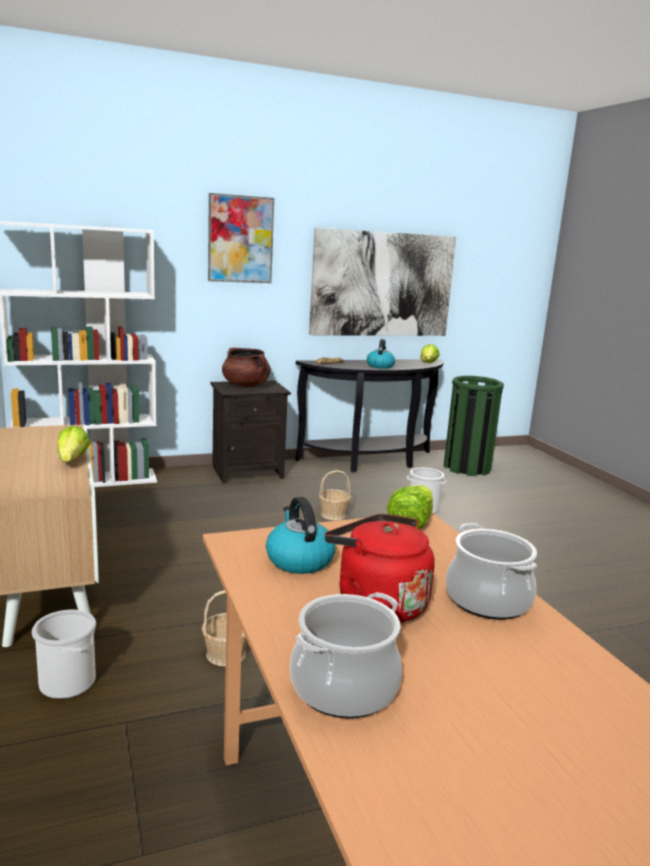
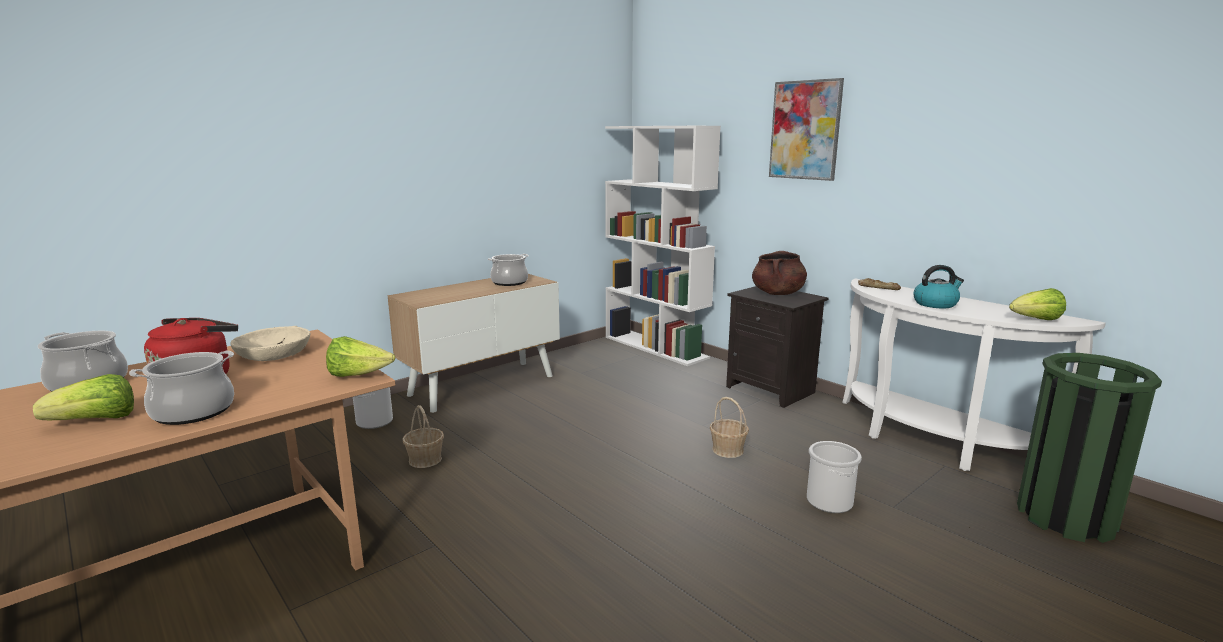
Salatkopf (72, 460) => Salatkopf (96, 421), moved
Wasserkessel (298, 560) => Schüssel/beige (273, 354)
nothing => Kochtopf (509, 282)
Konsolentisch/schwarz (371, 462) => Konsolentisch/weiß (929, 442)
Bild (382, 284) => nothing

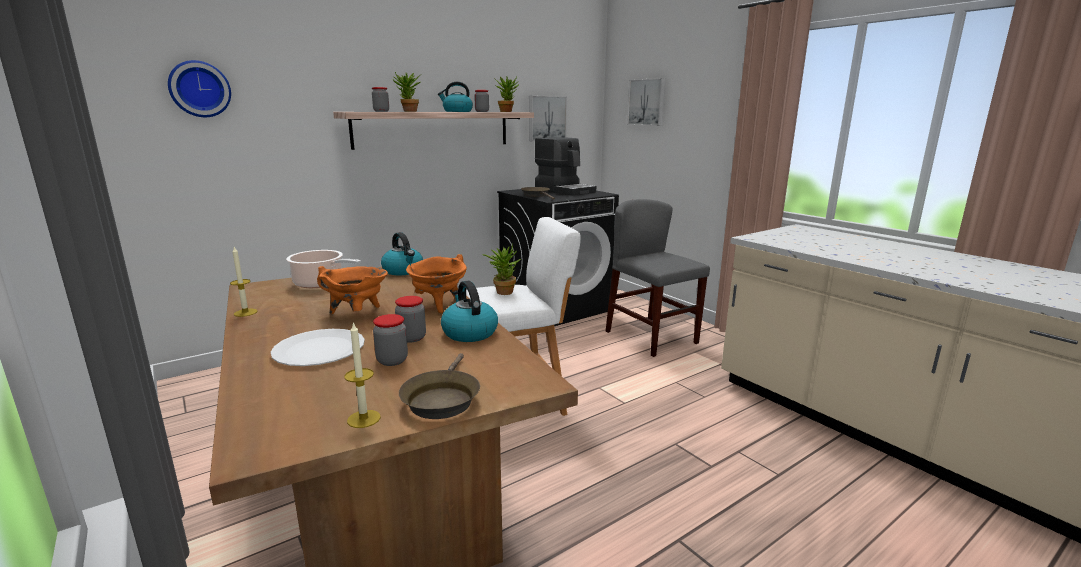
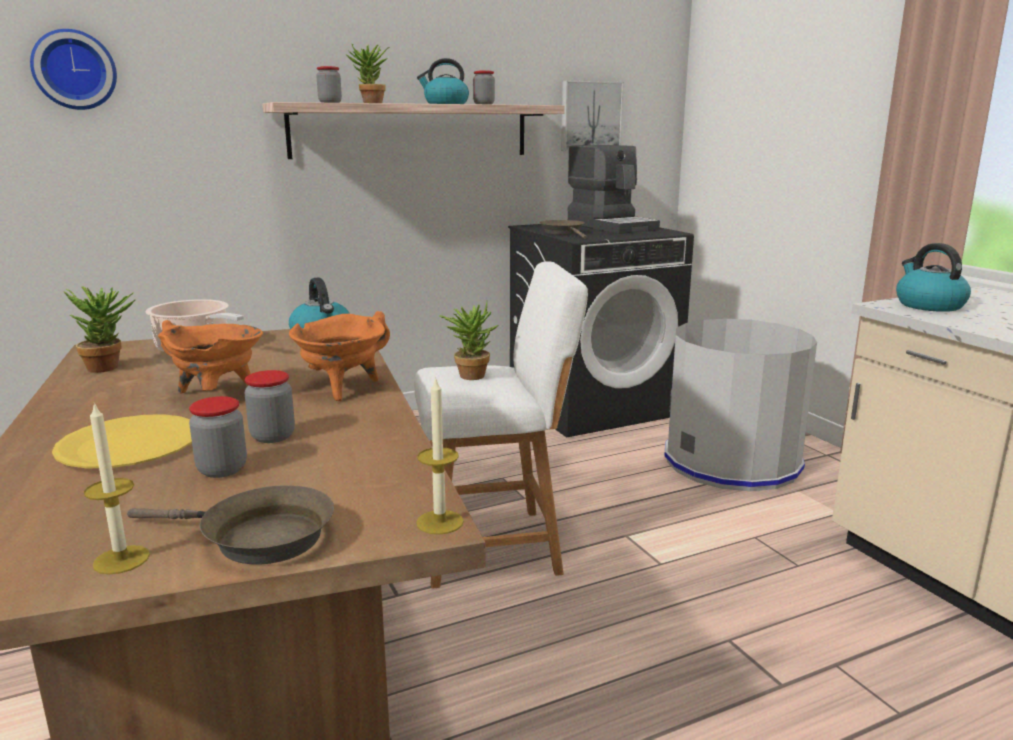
Teller/weiß (319, 350) => Teller/gelb (129, 445)
Topfpflanze (507, 112) => Topfpflanze (109, 367), moved
Pfanne/braun (442, 399) => Pfanne/braun (258, 538), 90 degrees counterclockwise
Kerze (245, 312) => Kerze (439, 522), moved
Stuhl/grau (651, 337) => Mülleimer/grau (731, 461)
Wasserkessel (469, 332) => Wasserkessel (928, 305), moved
Bild (647, 102) => nothing

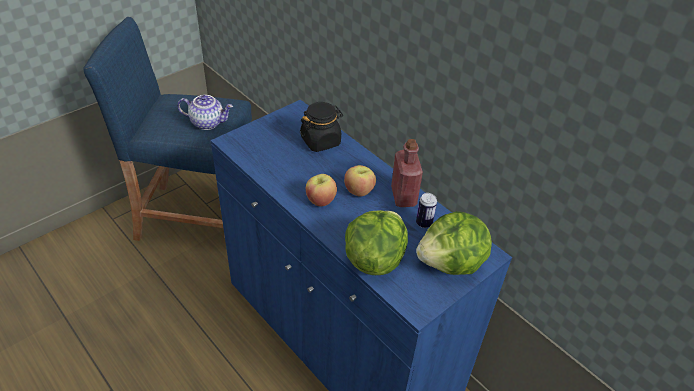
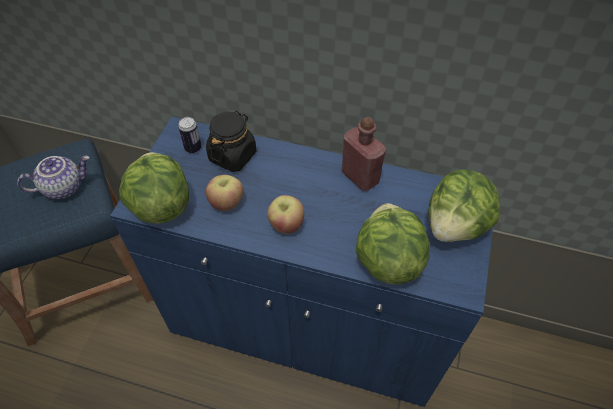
nothing => Salatkopf (161, 205)
Dose (424, 223) => Dose (193, 148), moved
Apfel (359, 190) => Apfel (226, 202), moved

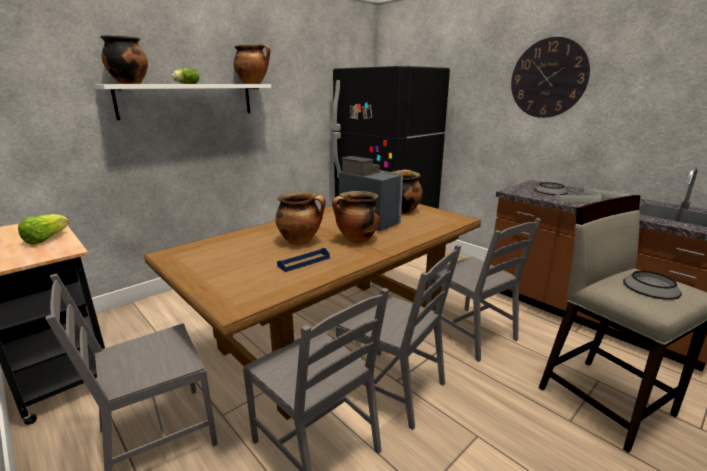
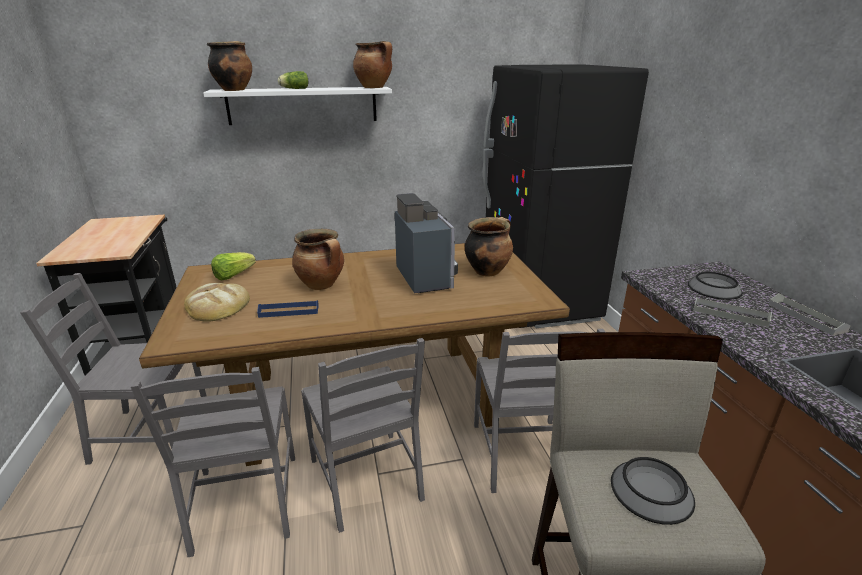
nothing => Brot (217, 305)
Salatkopf (46, 239) => Salatkopf (233, 275), moved
Kochtopf (357, 240) => nothing
Wanduhr (548, 78) => nothing

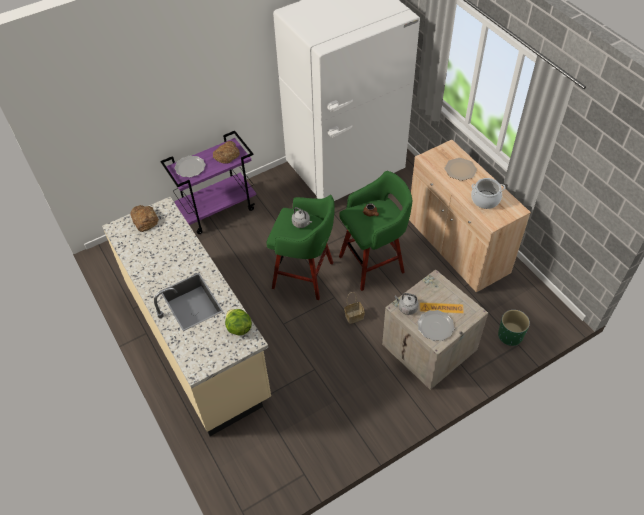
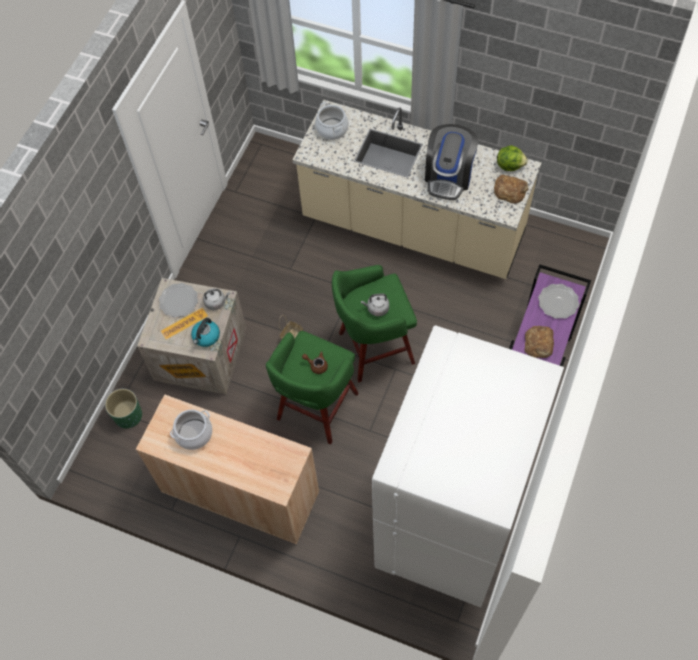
nothing => Wasserkessel (206, 337)
nothing => Kochtopf (332, 129)
nothing => Kaffeemaschine (449, 176)
Salatkopf (238, 328) => Salatkopf (509, 165), moved
Teller (460, 169) => nothing

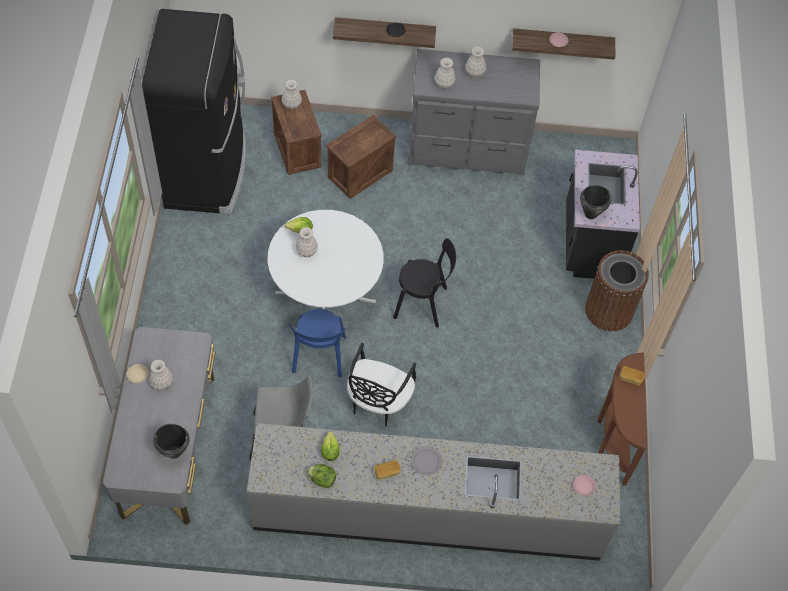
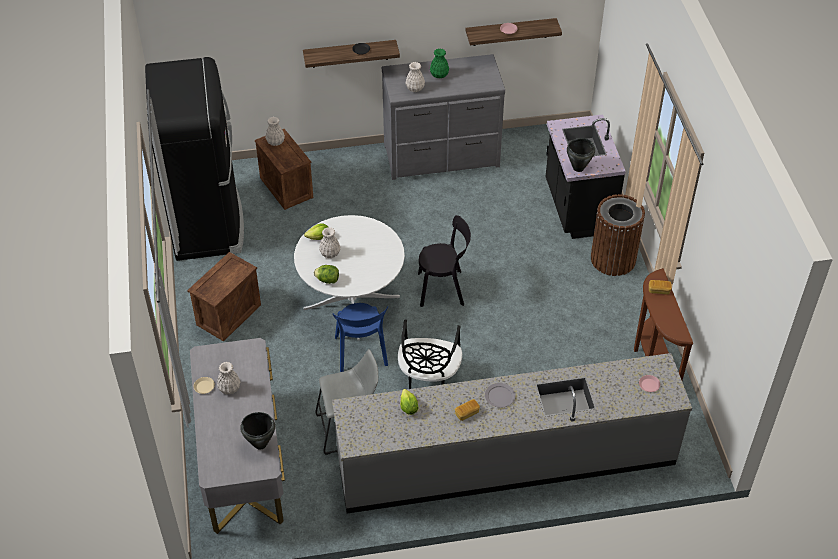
Kiste (360, 173) => Kiste (228, 314), moved
Salatkopf (322, 479) => Salatkopf (327, 280), moved
Vase/weiß (475, 72) => Vase/grün (439, 75)

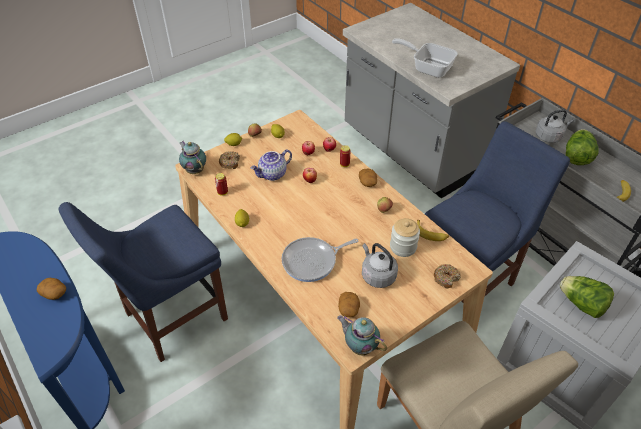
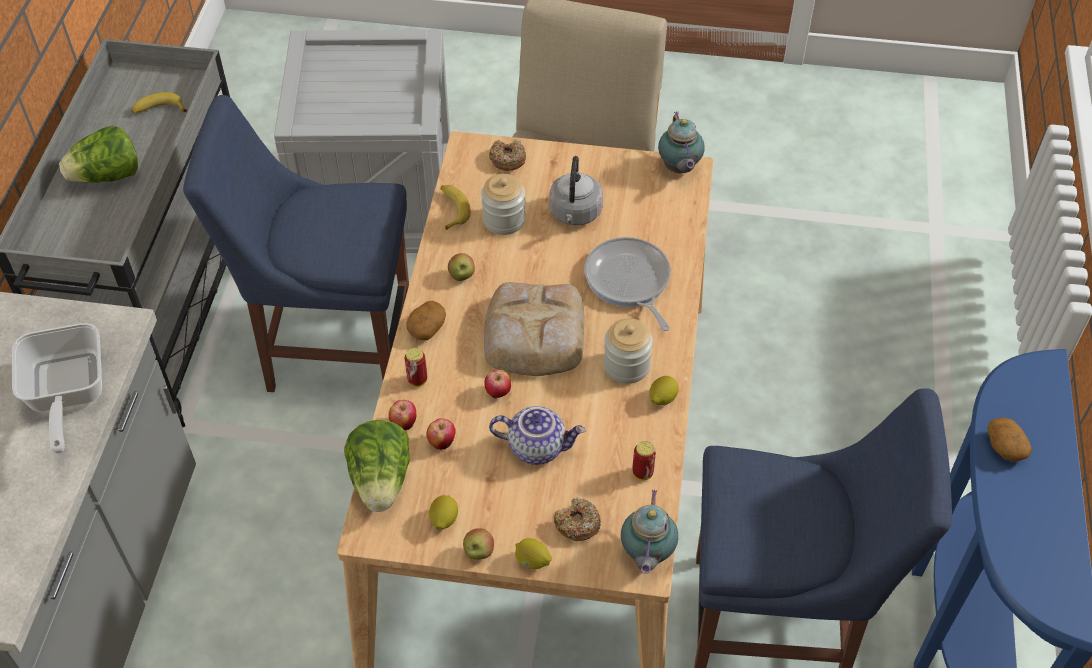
Salatkopf (581, 304) => Salatkopf (381, 481), moved
nothing => Brot (533, 335)
Pfanne (312, 261) => Pfanne (629, 281), 135 degrees counterclockwise
nothing => Vorratsglas (626, 366)
Kartoffel (348, 309) => nothing
Wasserkessel/grau (549, 136) => nothing

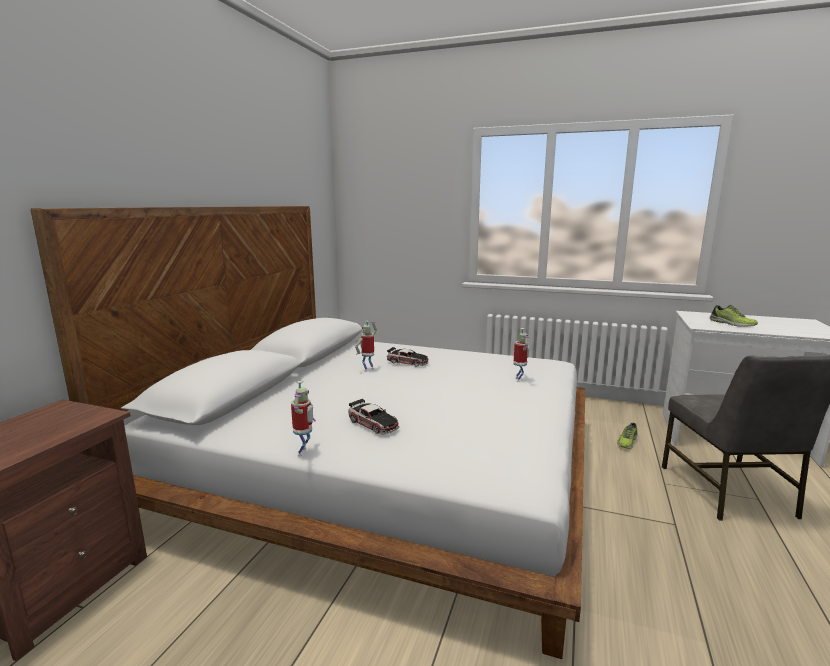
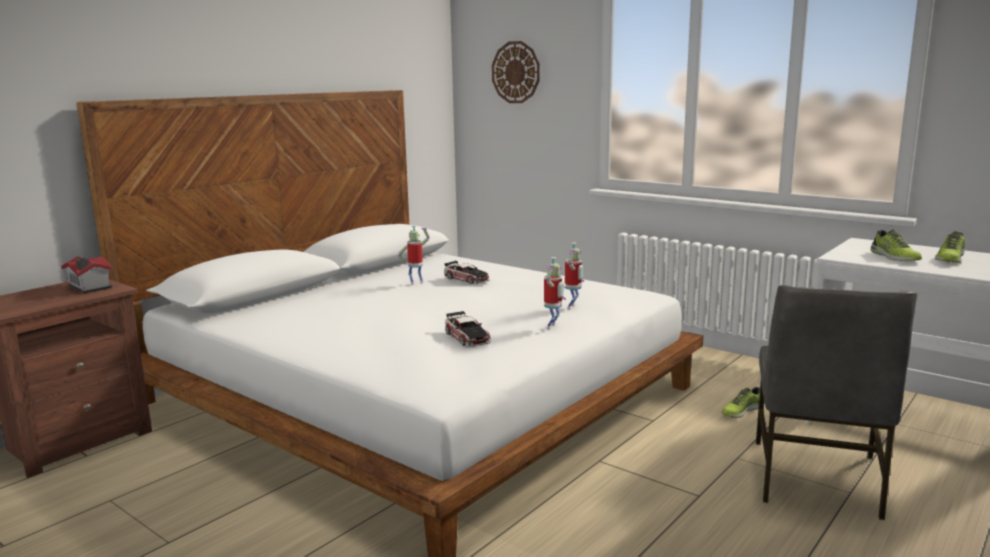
nothing => Spielzeughaus (89, 287)
Spielzeugauto (373, 423) => Spielzeugauto (467, 337), moved
nothing => Wanduhr (516, 72)
Spielzeugroboter (304, 452) => Spielzeugroboter (553, 327), moved
nothing => Schuh (949, 258)

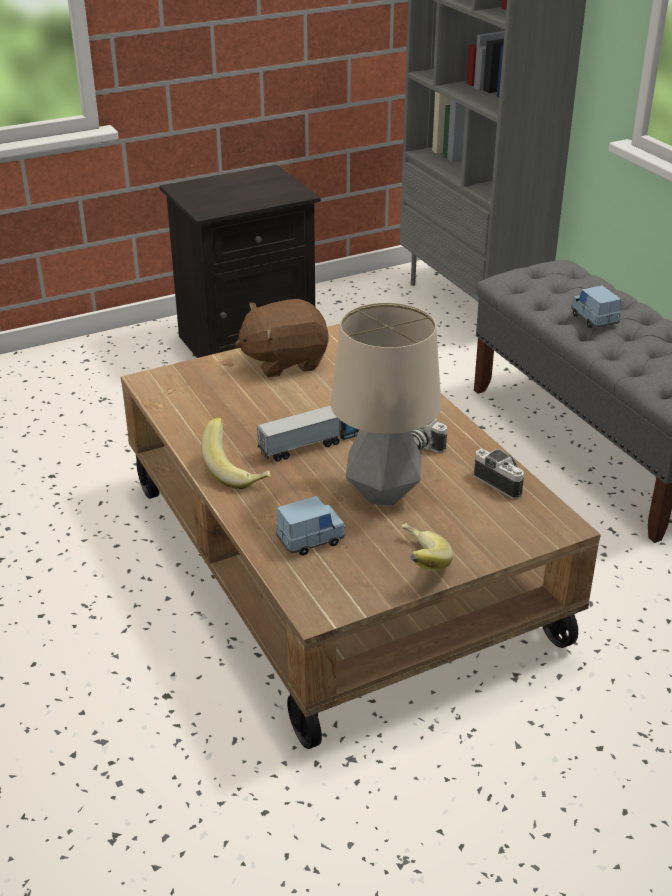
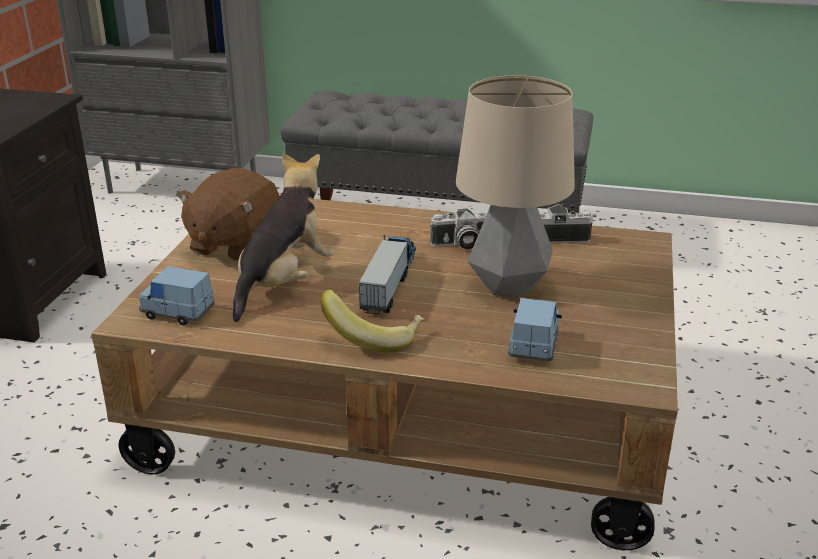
Spielzeugauto/blau (594, 319) => Spielzeugauto/blau (178, 312), moved
nothing => Plüschtier (284, 282)
Banane (417, 564) => nothing

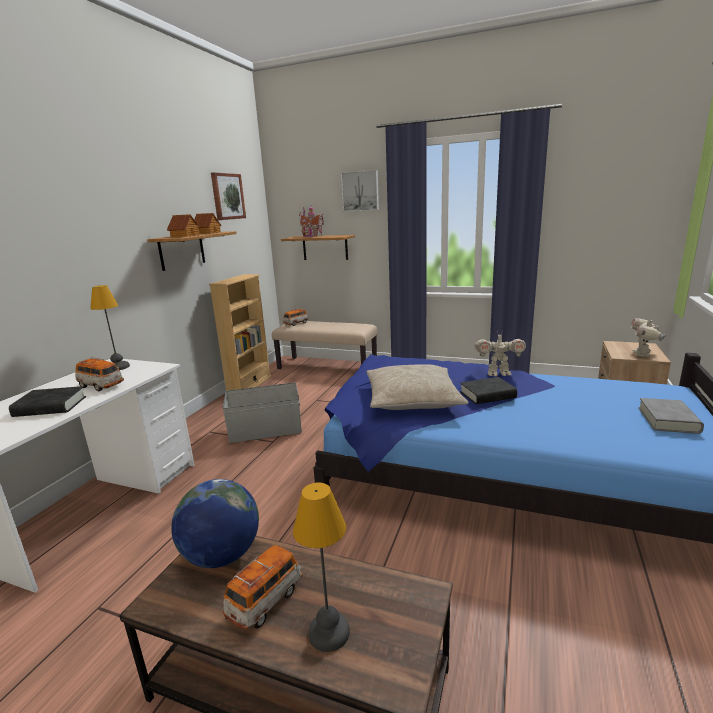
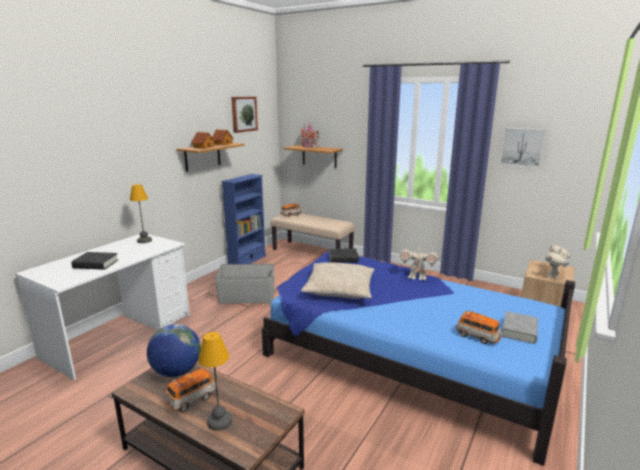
Bücherregal/beige (249, 385) => Bücherregal/blau (247, 260)
Buch/schwarz (487, 395) => Buch/schwarz (343, 258), moved
Spielzeugauto (101, 386) => Spielzeugauto (477, 337), moved
Bild (360, 191) => Bild (522, 147), moved

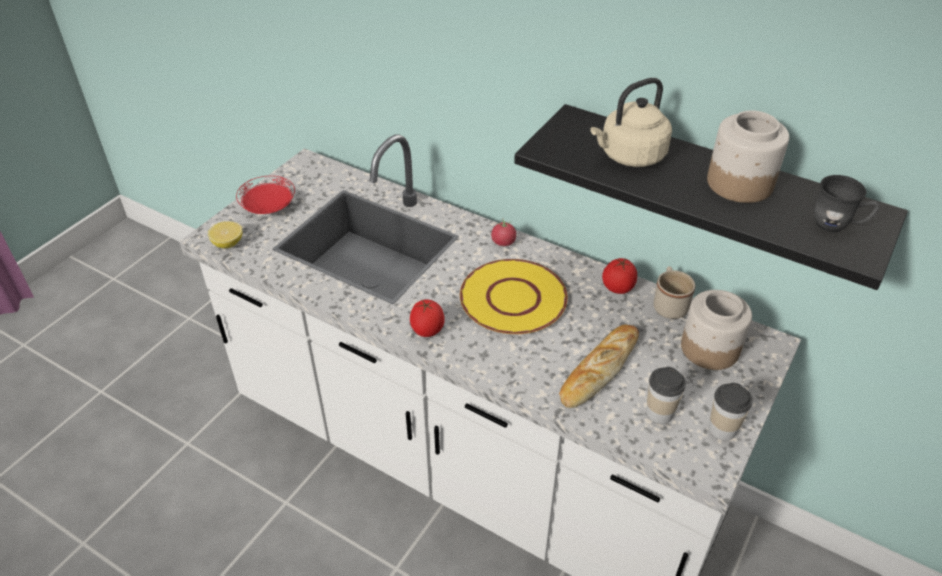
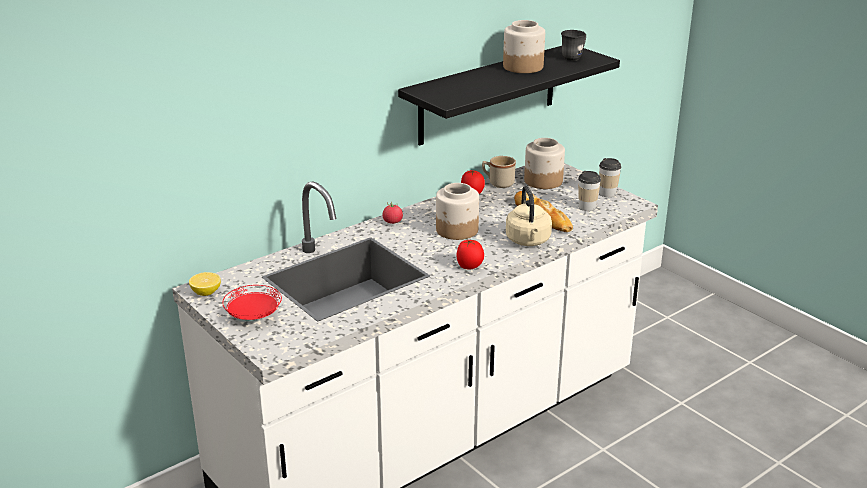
Zitrone (228, 243) => Zitrone (206, 292), moved
Teller/gelb (512, 298) => Vorratsglas (457, 230)
Wasserkessel/beige (629, 156) => Wasserkessel/beige (528, 241), moved

